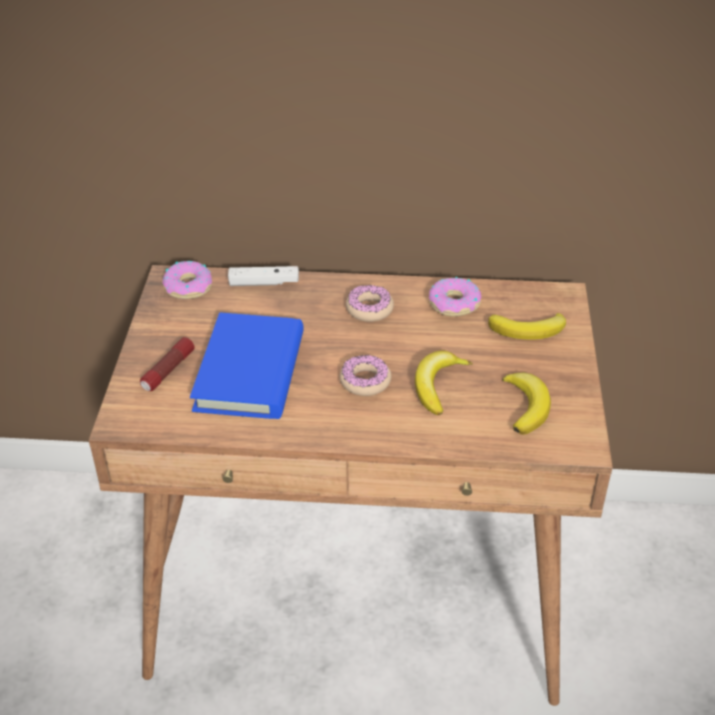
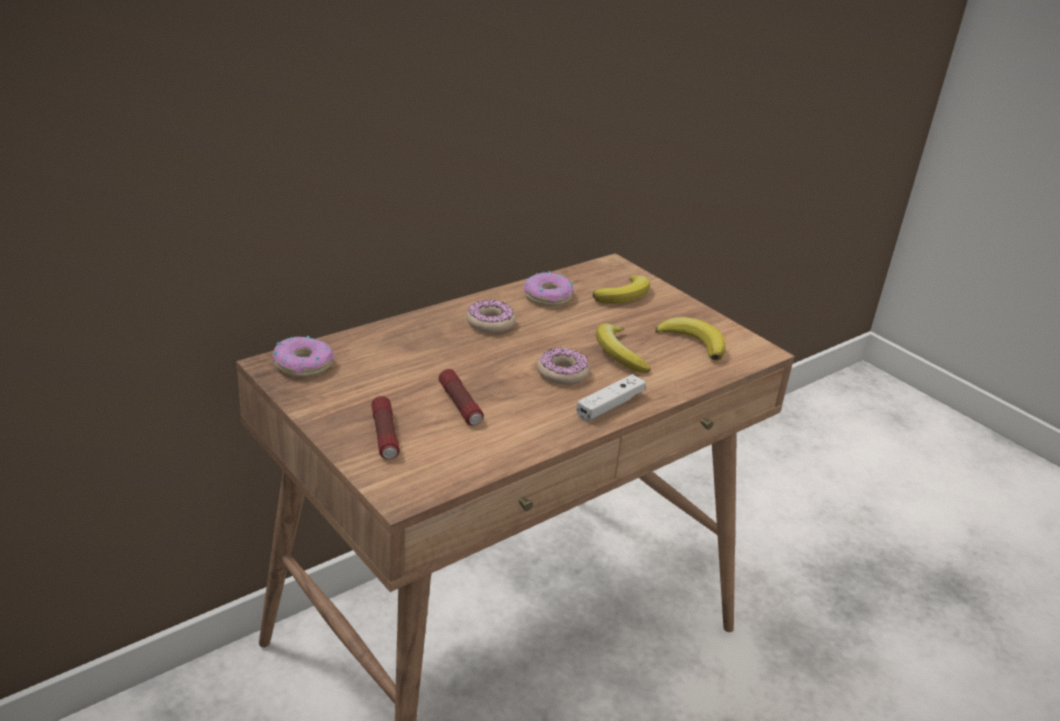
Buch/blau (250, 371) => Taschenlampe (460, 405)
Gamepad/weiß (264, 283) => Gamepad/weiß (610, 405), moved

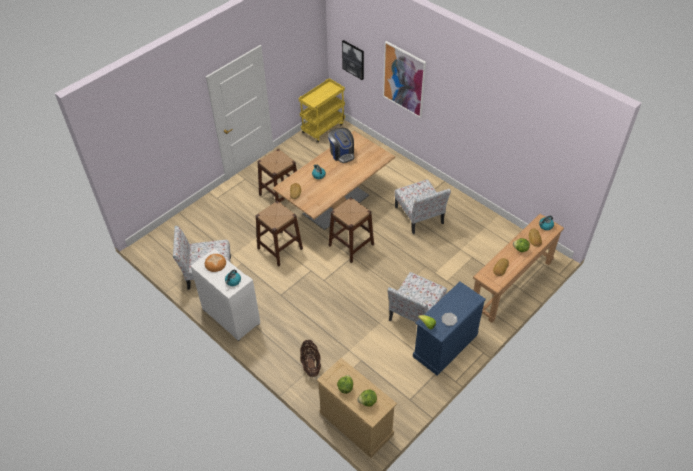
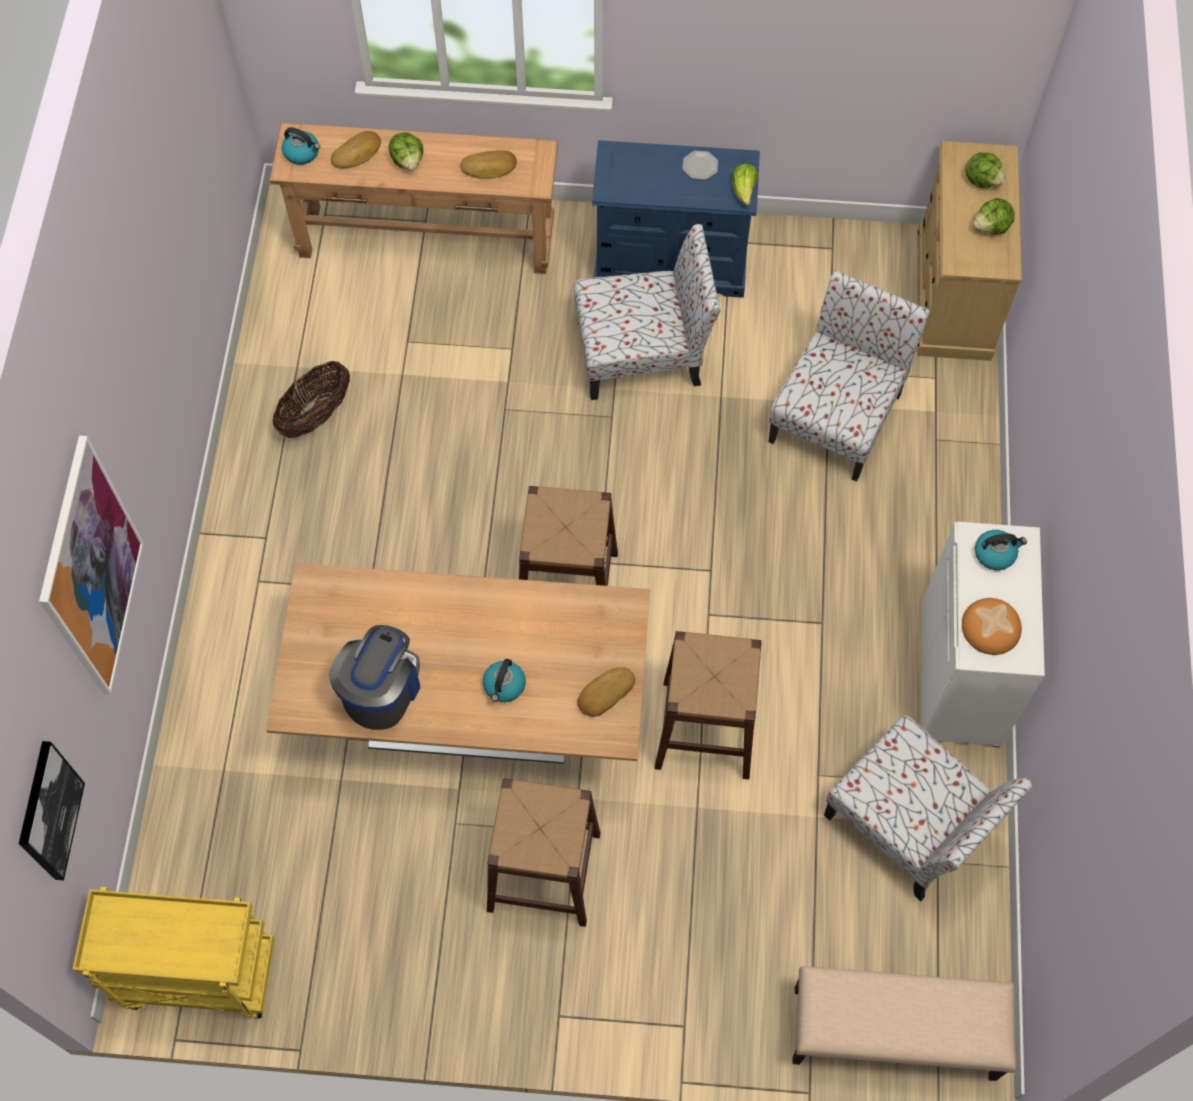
Korb (311, 365) => Korb (316, 415), moved
Stuhl (419, 216) => Stuhl (837, 415), moved
nothing => Bank/beige (893, 1034)

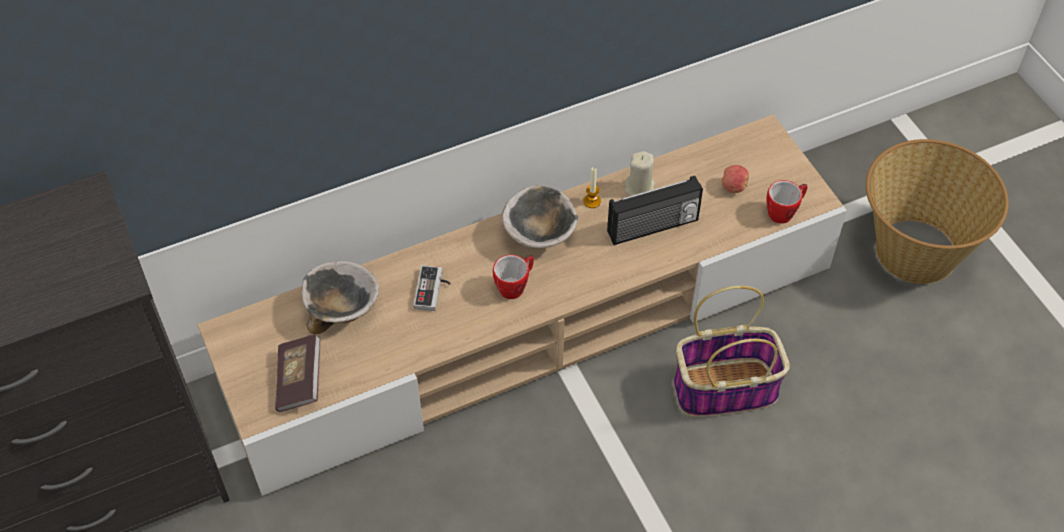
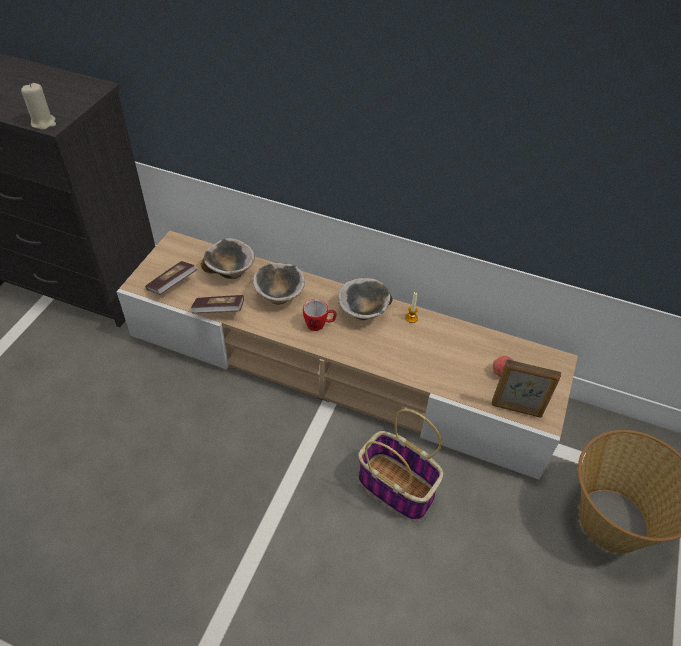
Kerze/beige (640, 188) => Kerze/beige (43, 122), moved
nothing => Buch (219, 311)
Gamepad (433, 290) => Schüssel (279, 295)
Henkelbecher (784, 212) => Bilderrahmen (516, 409)
Radio (653, 227) => nothing

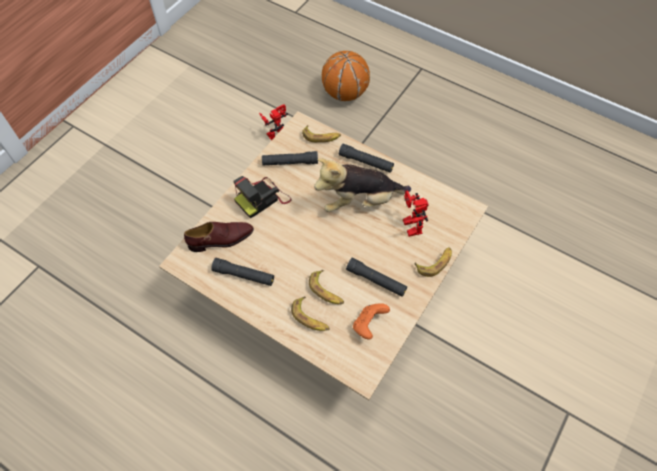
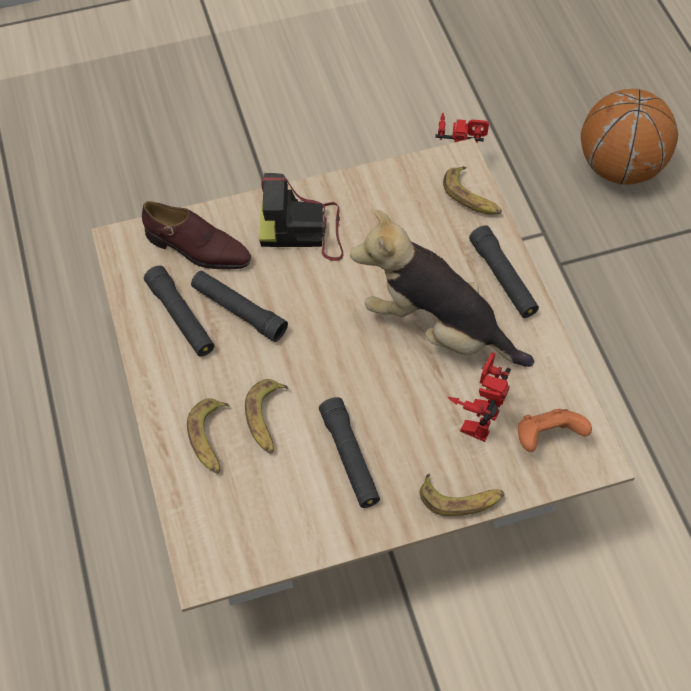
Taschenlampe/schwarz (290, 162) => Taschenlampe/schwarz (238, 311), moved
Gamepad/orange (368, 325) => Gamepad/orange (546, 438), moved

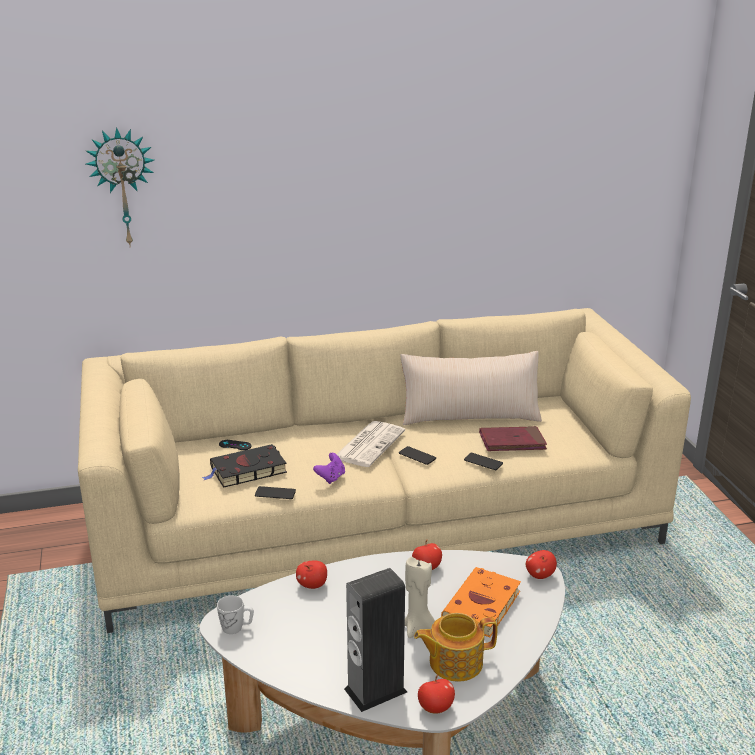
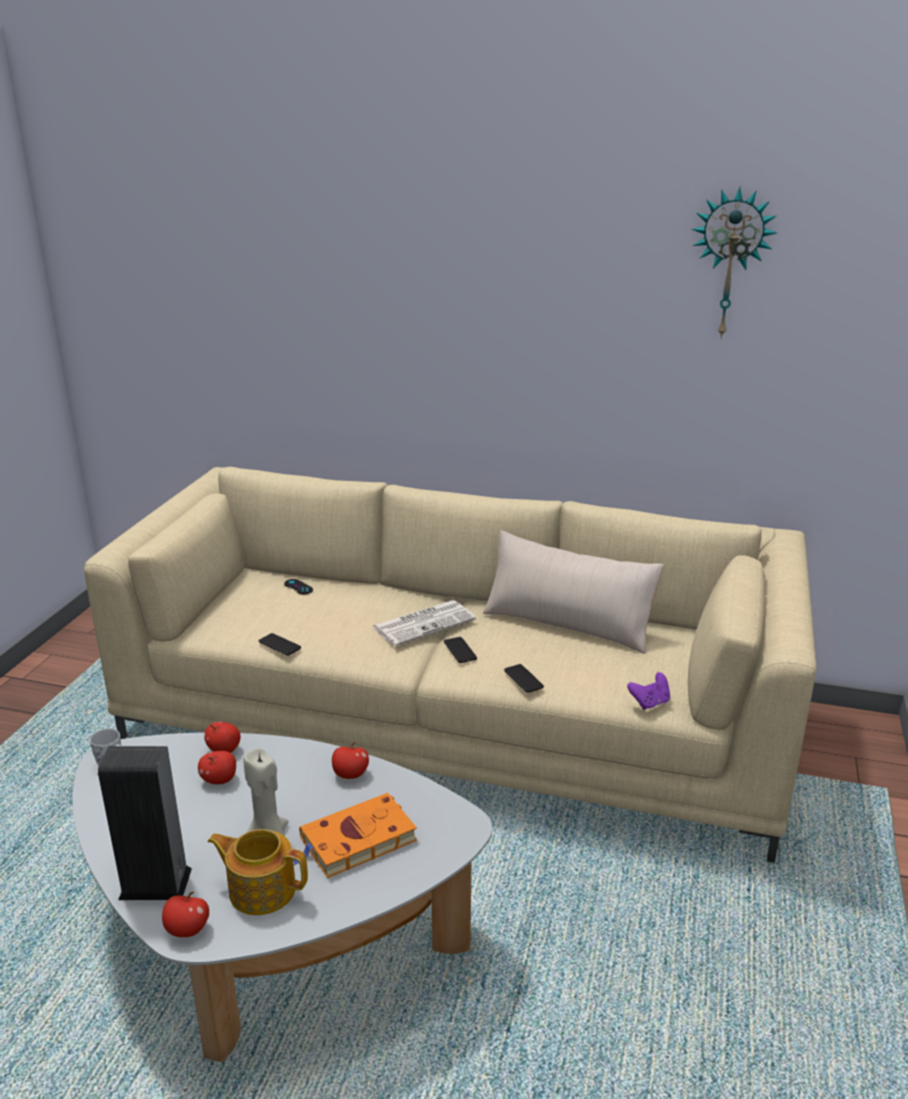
Apfel (539, 575) => Apfel (219, 780), moved
Gamepad/lila (331, 478) => Gamepad/lila (649, 703), moved
Wanduhr (123, 187) => Wanduhr (730, 264), moved
Buch/schwarz (246, 470) => nothing
Buch/rot (512, 442) => nothing

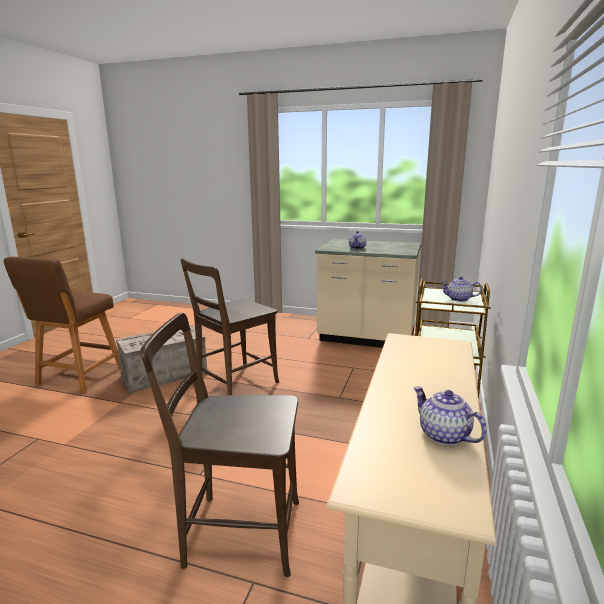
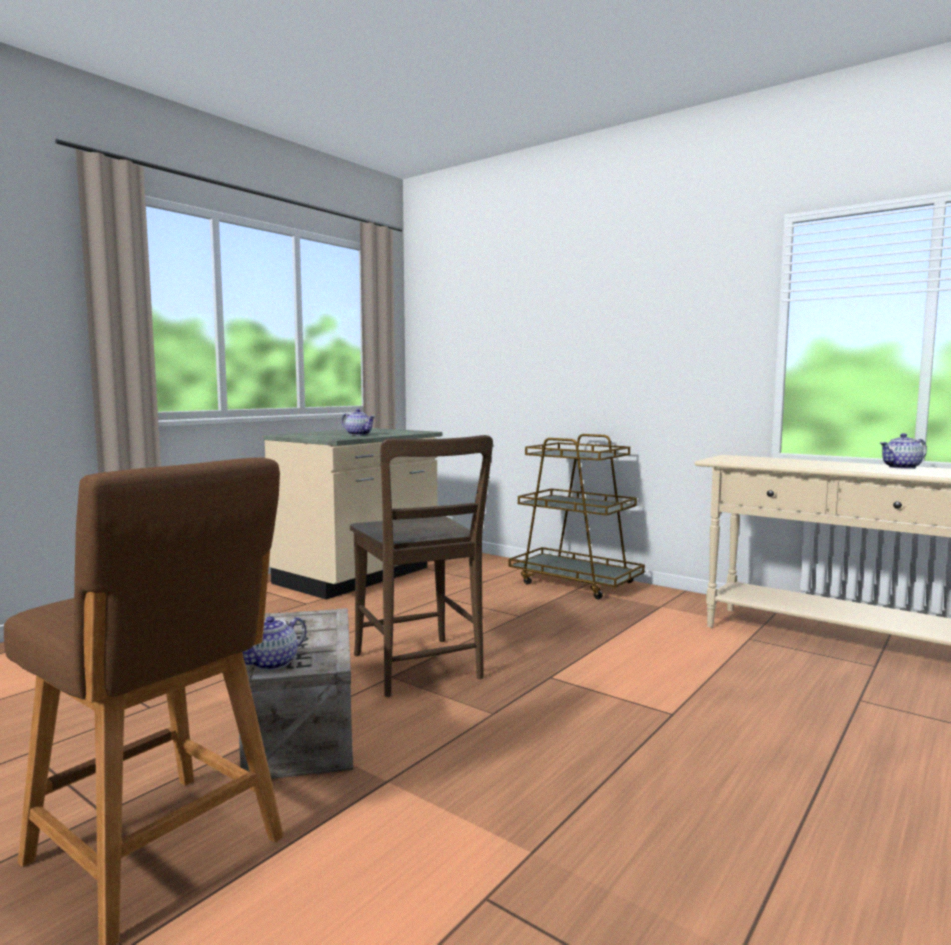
Teekanne (458, 299) => Teekanne (272, 663), moved
Stuhl/braun (236, 532) => nothing

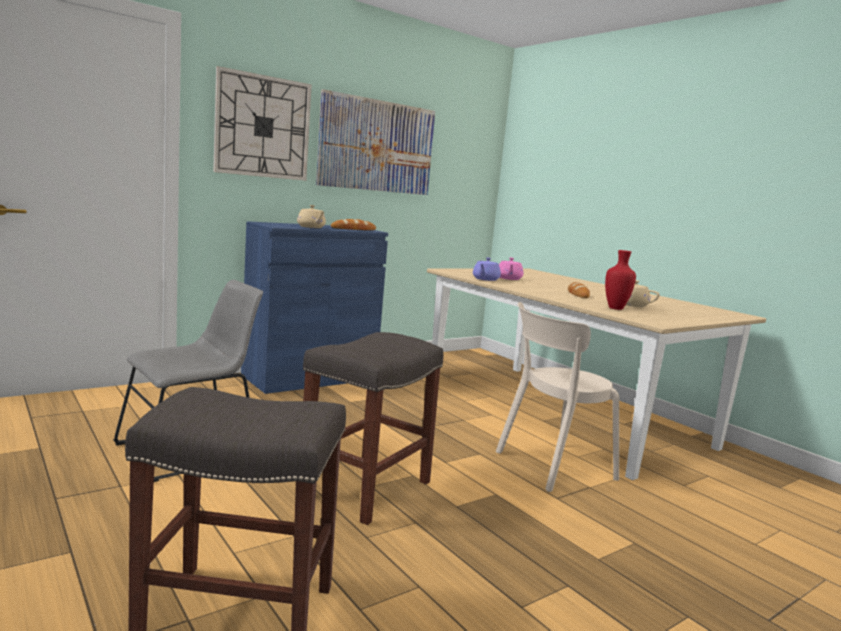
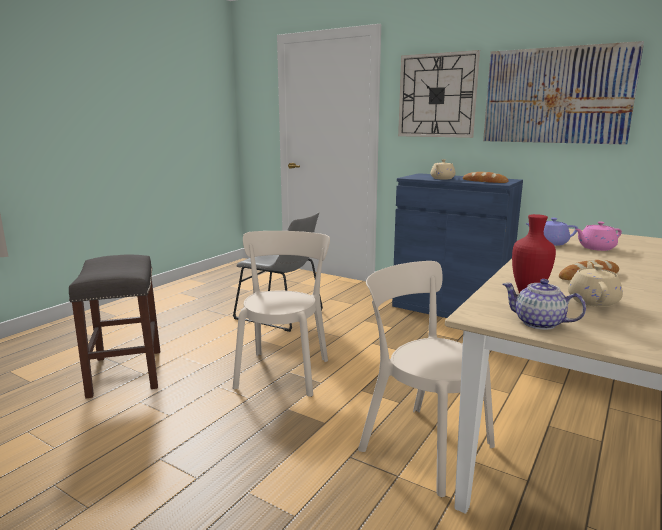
Hocker/grau (366, 487) => Stuhl/beige (284, 371)
nothing => Teekanne (539, 323)

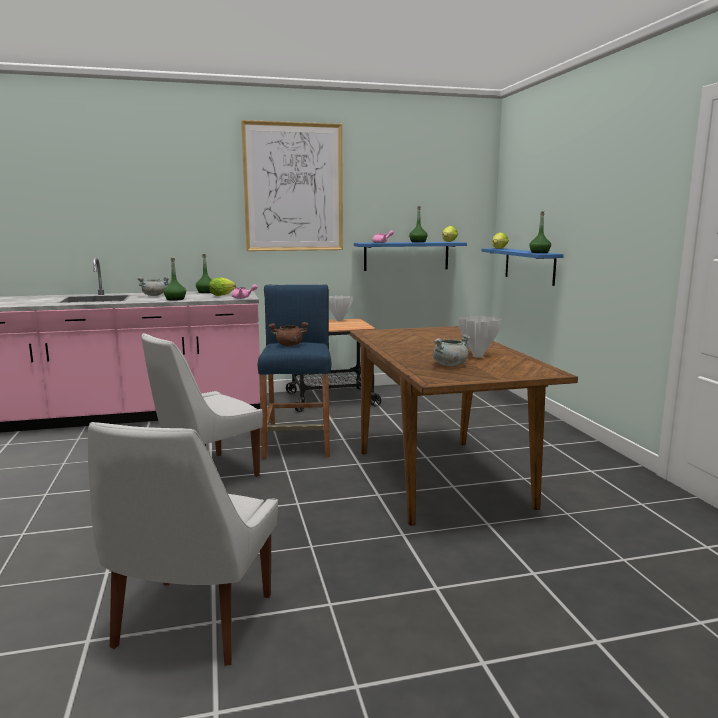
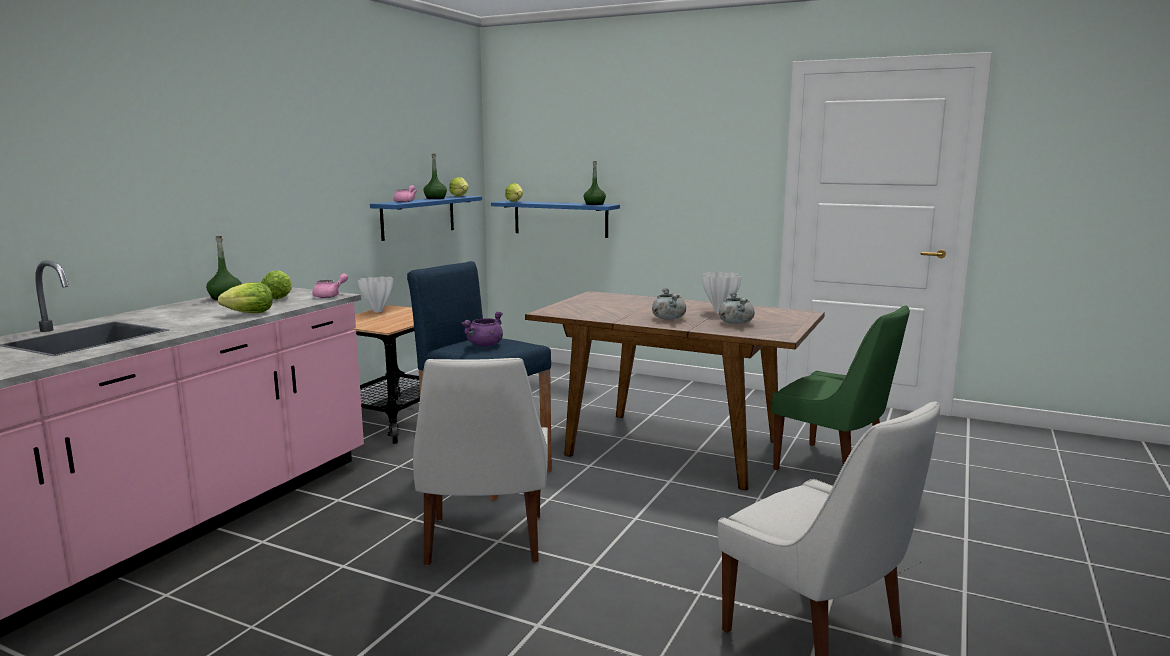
Flasche/grün (175, 299) => Salatkopf (246, 313)
Kochtopf/braun (289, 345) => Kochtopf/lila (484, 345)
Kochtopf/grau (154, 295) => Kochtopf/grau (668, 318), moved
nothing => Stuhl/grün (833, 467)
Bild (293, 187) => nothing

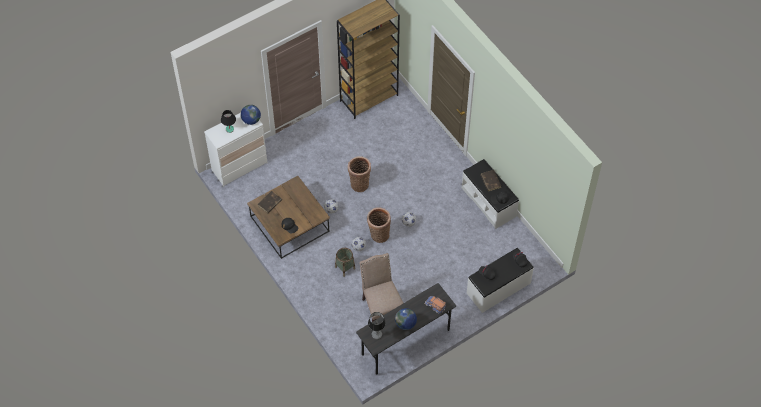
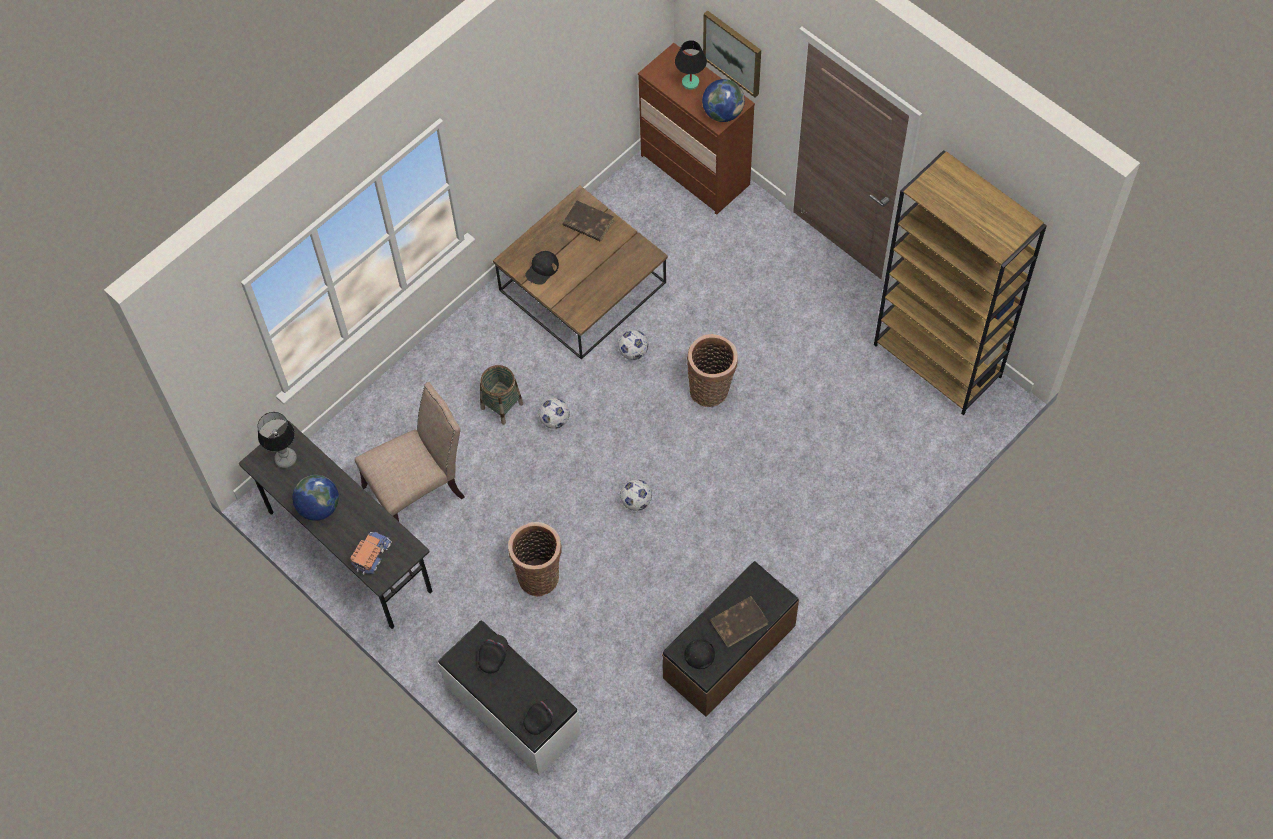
Korb (378, 234) => Korb (539, 574), moved
Kommode/weiß (239, 166) => Kommode/braun (695, 170)
Bank/weiß (489, 202) => Bank/braun (730, 652)
nothing => Bild (733, 52)

